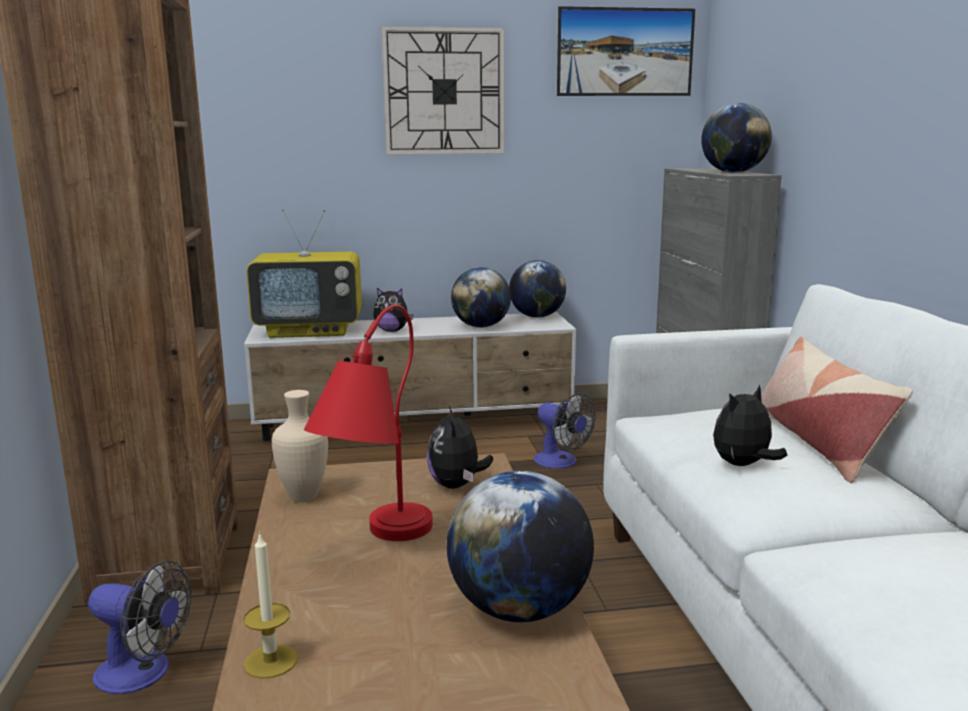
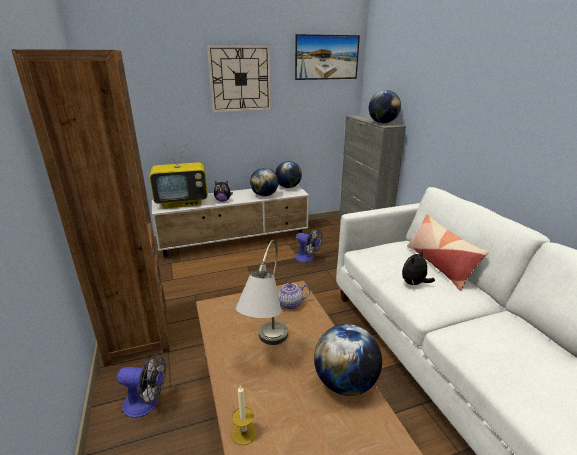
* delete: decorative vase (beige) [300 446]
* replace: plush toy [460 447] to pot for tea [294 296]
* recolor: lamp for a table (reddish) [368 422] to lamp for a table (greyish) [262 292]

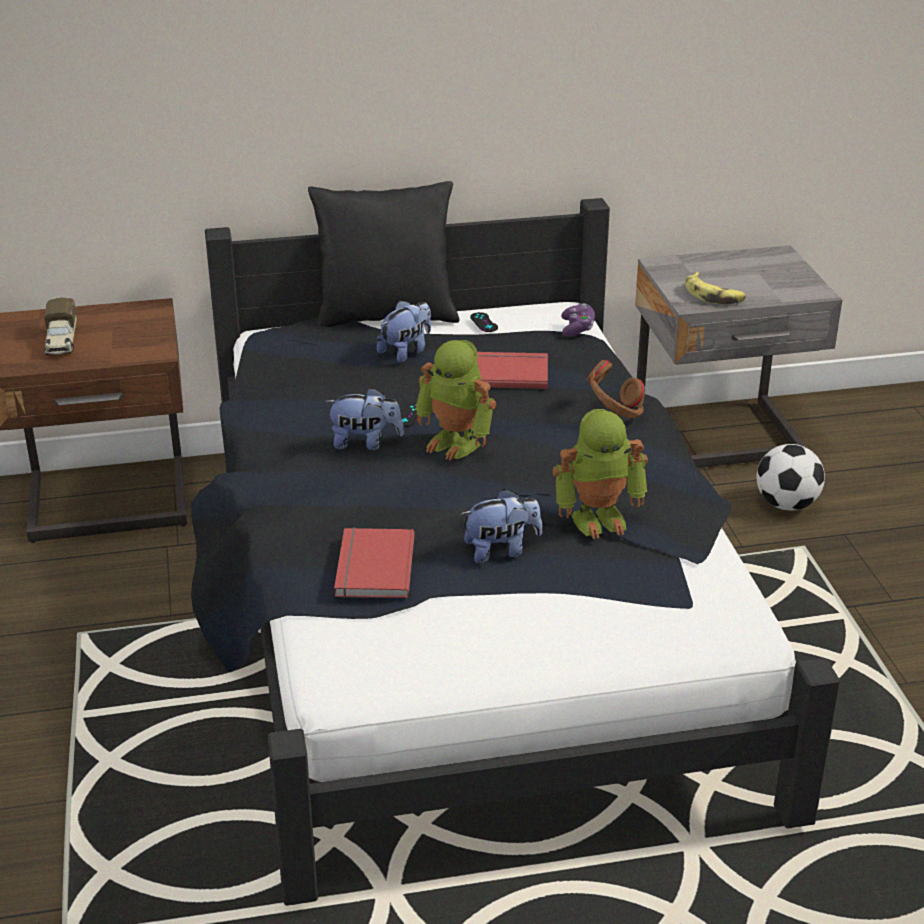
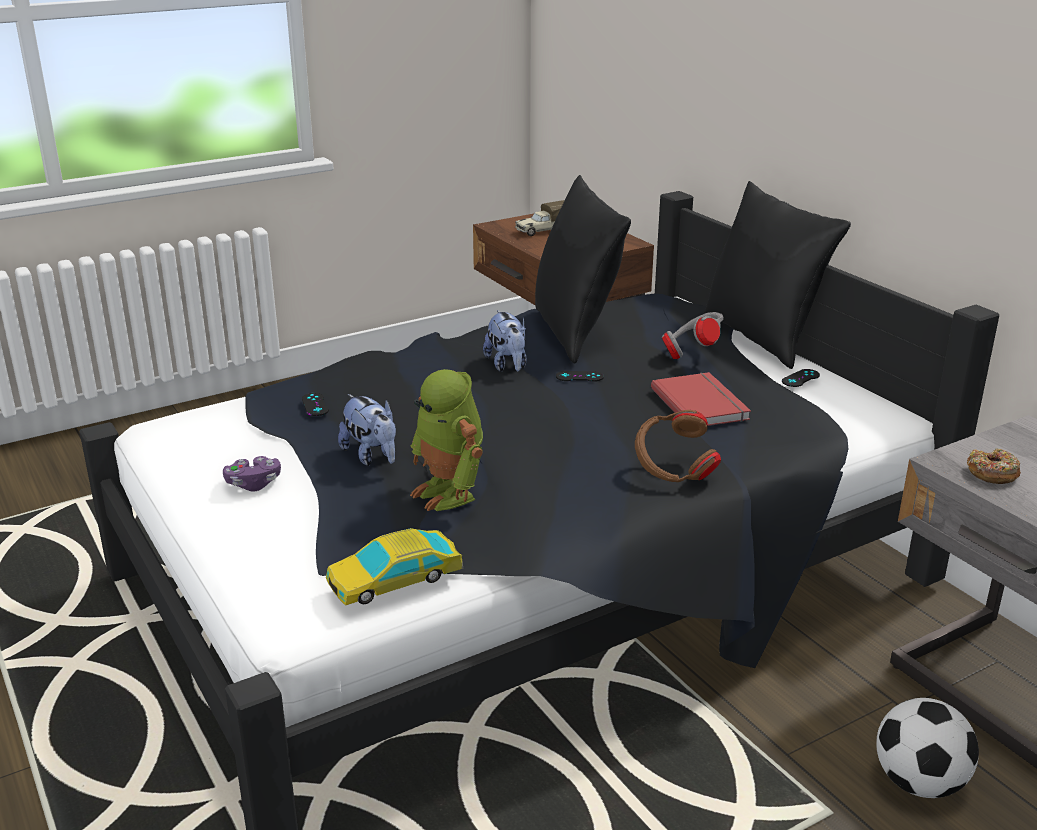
* delete: toy robot [455 400]
* insert: toy car [394 567]
* insert: cushion (black-coloured) [583 269]
* move: game controller (purple) [578 320] to [252 473]
* replace: volume (reddish) [374 563] to game controller (black-coloured) [315 404]
* replace: plush toy [404 332] to headset (greyish) [693 335]
* replace: banana fruit [715 288] to ring doughnut [994 466]

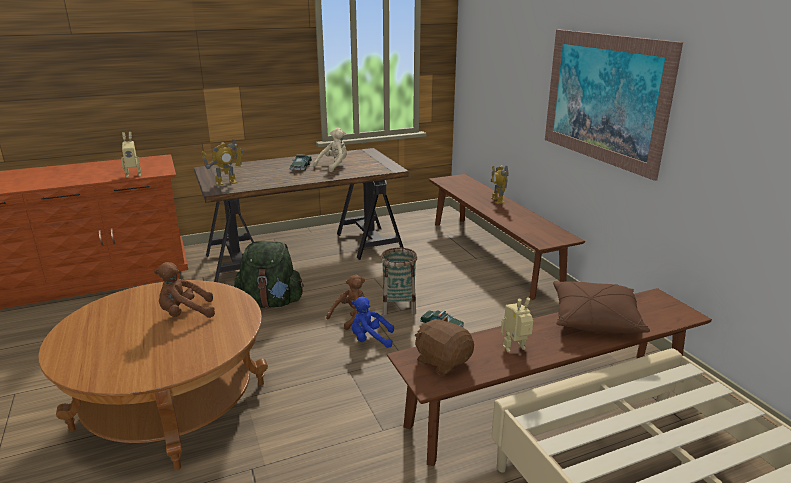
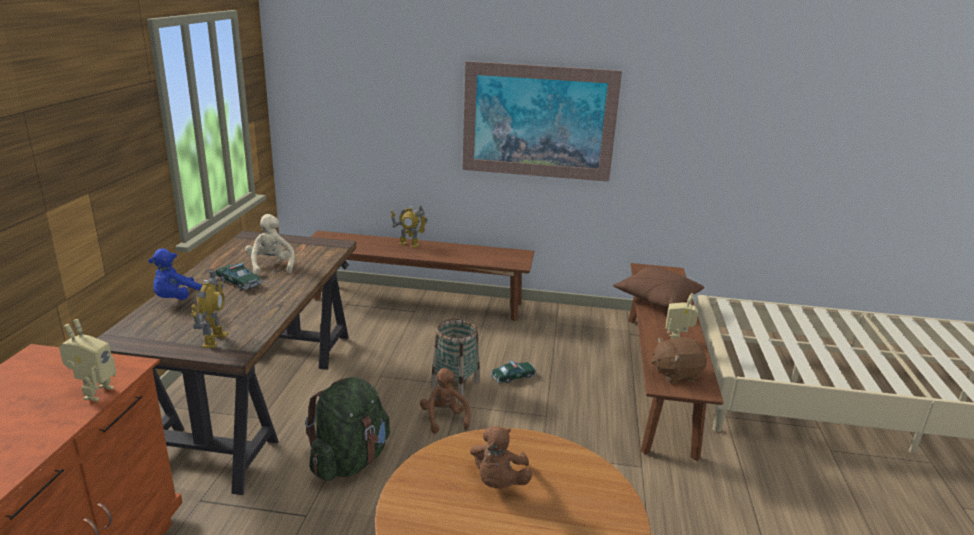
* move: plush toy (blue) [373 322] to [175 274]

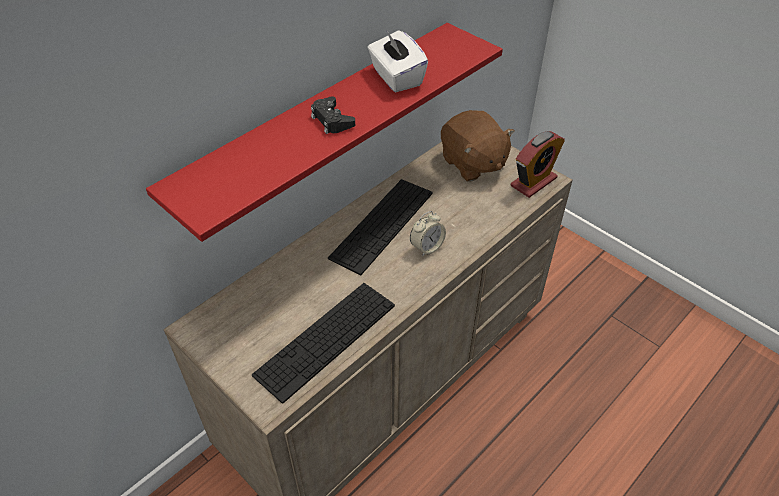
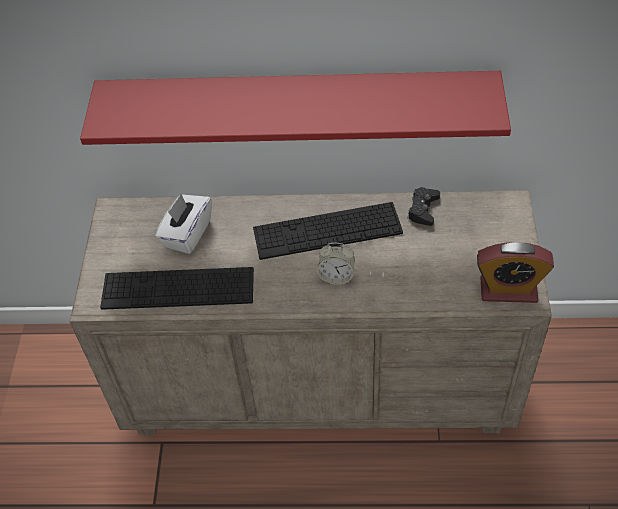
* delete: plush toy (brownish) [478 145]
* move: game controller (black-coloured) [333 115] to [423 206]
* move: tissue box (whitish) [398 61] to [183 224]

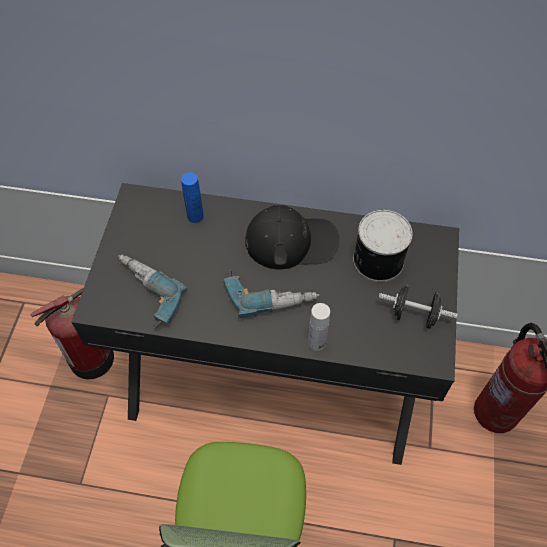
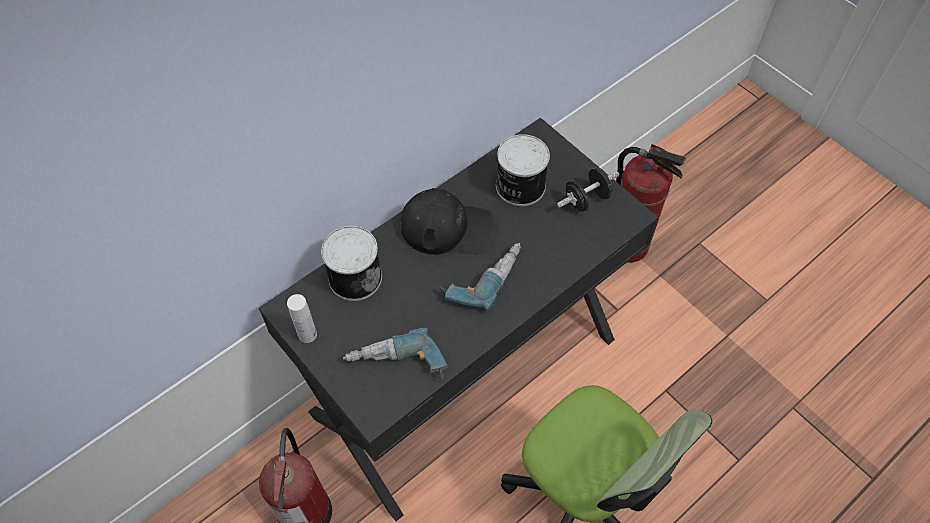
* move: beverage bottle (whitish) [319 327] to [302 318]
* replace: beverage bottle (blue) [192 197] to can [351 263]
* rotate: peaked cap (black-coloured) [292 237] = [448 221] 60 degrees clockwise

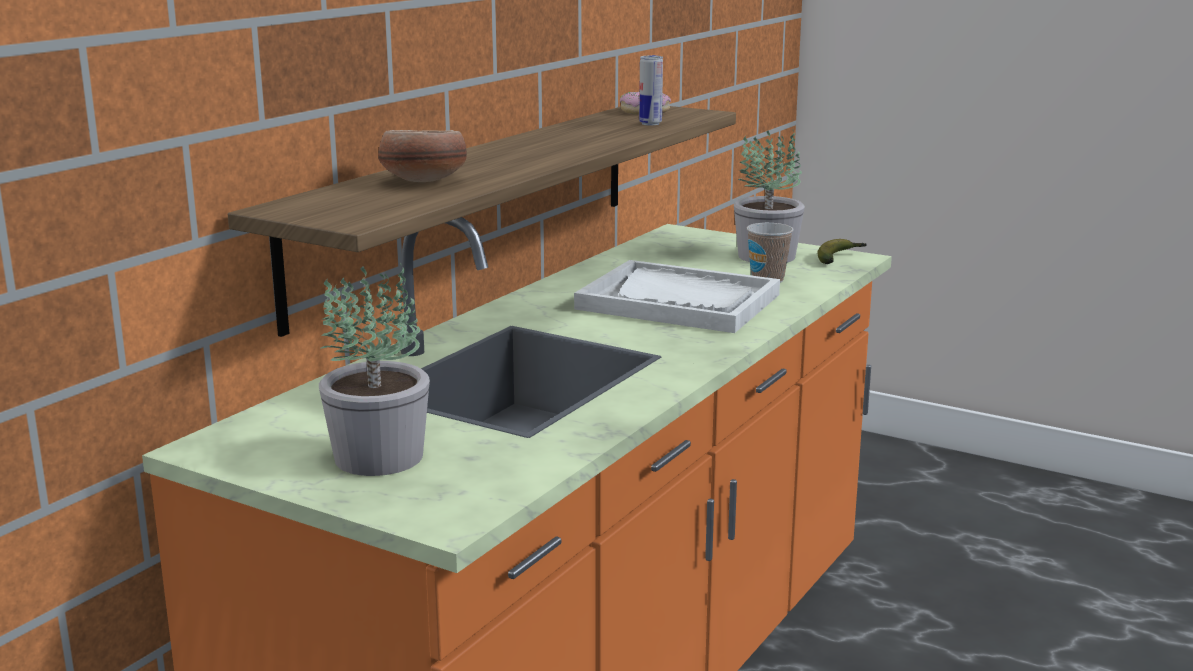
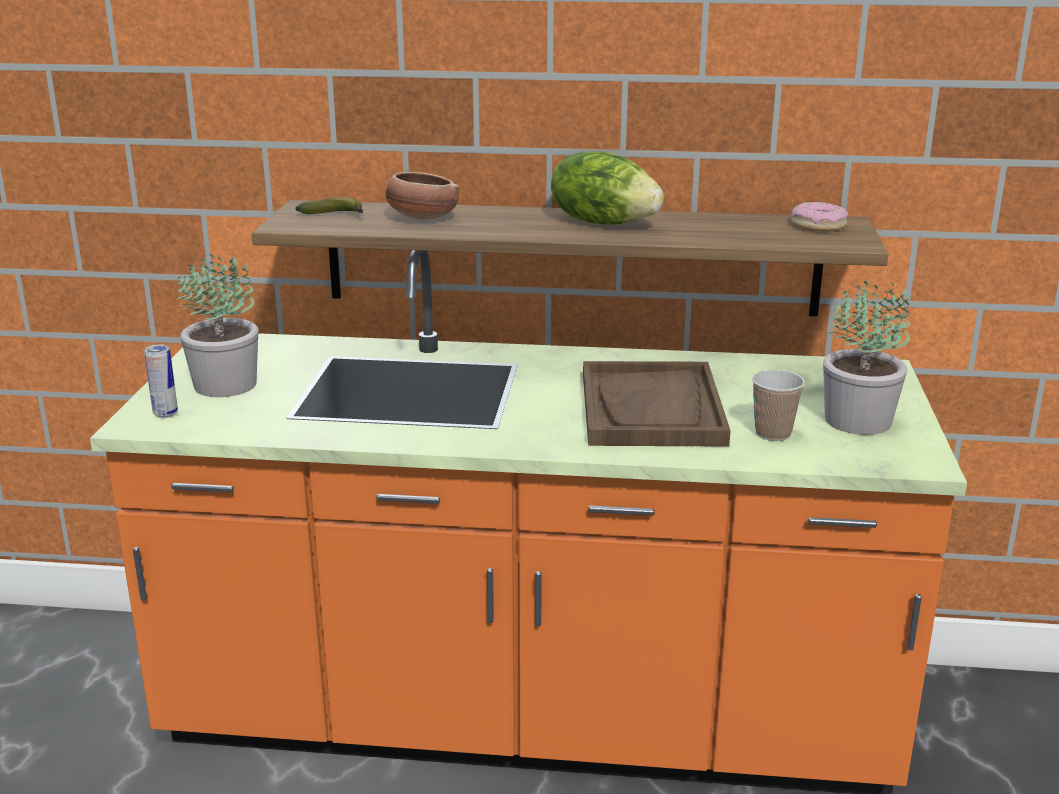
* insert: lettuce [607 188]
* move: can [651 90] to [161 381]
* move: banana fruit [842 251] to [329 205]
* recolor: tray (whitish) [677 296] to tray (brownish) [657 403]

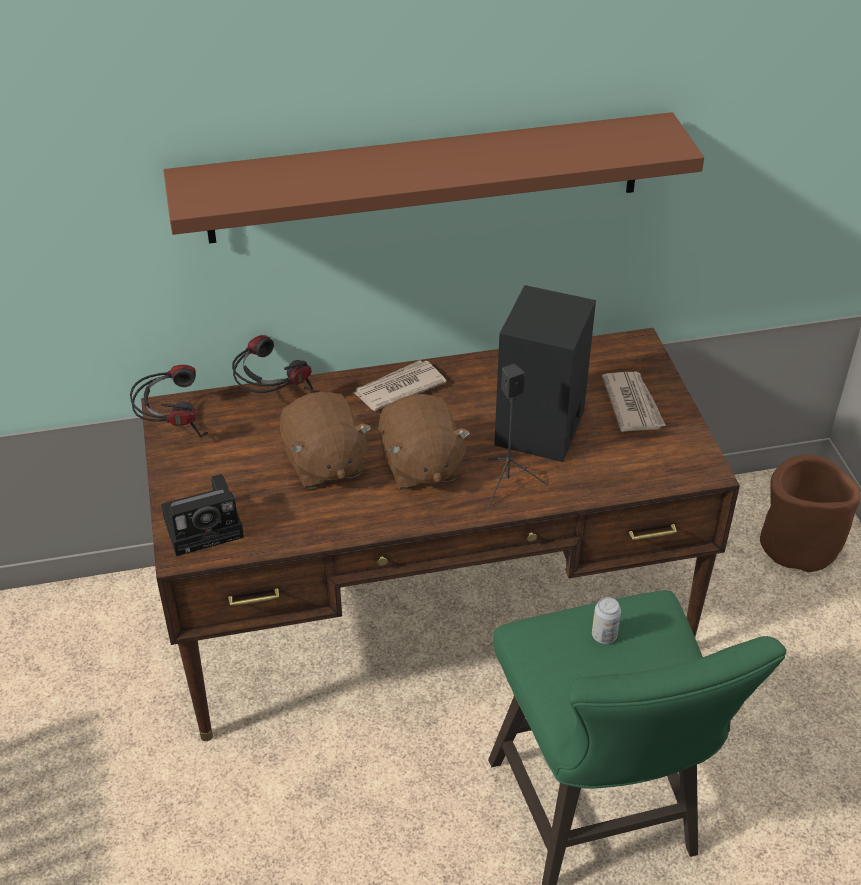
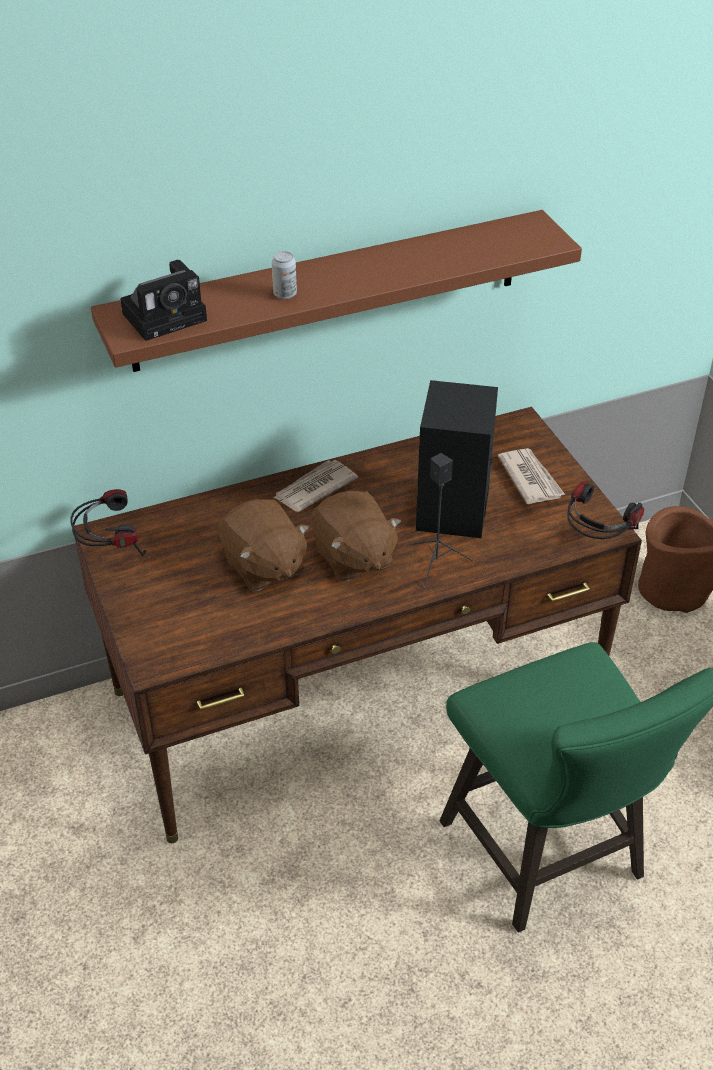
* move: photo camera [202 515] to [163 300]
* move: headset [272 364] to [605 510]
* move: can [606 620] to [284 275]

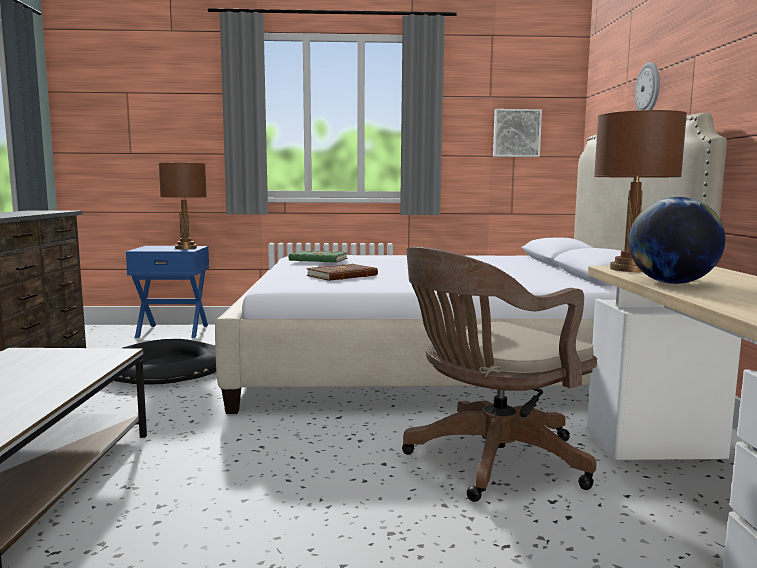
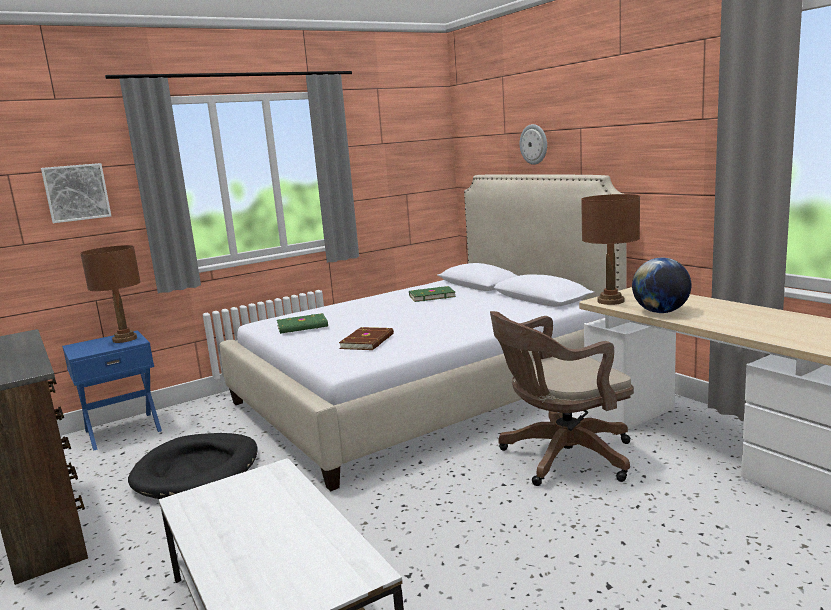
* insert: volume (green-coloured) [432 294]
* move: wall picture [517 133] to [76 193]
* rotate: desk chair (brownish) [499 374] = [562 398] 45 degrees clockwise

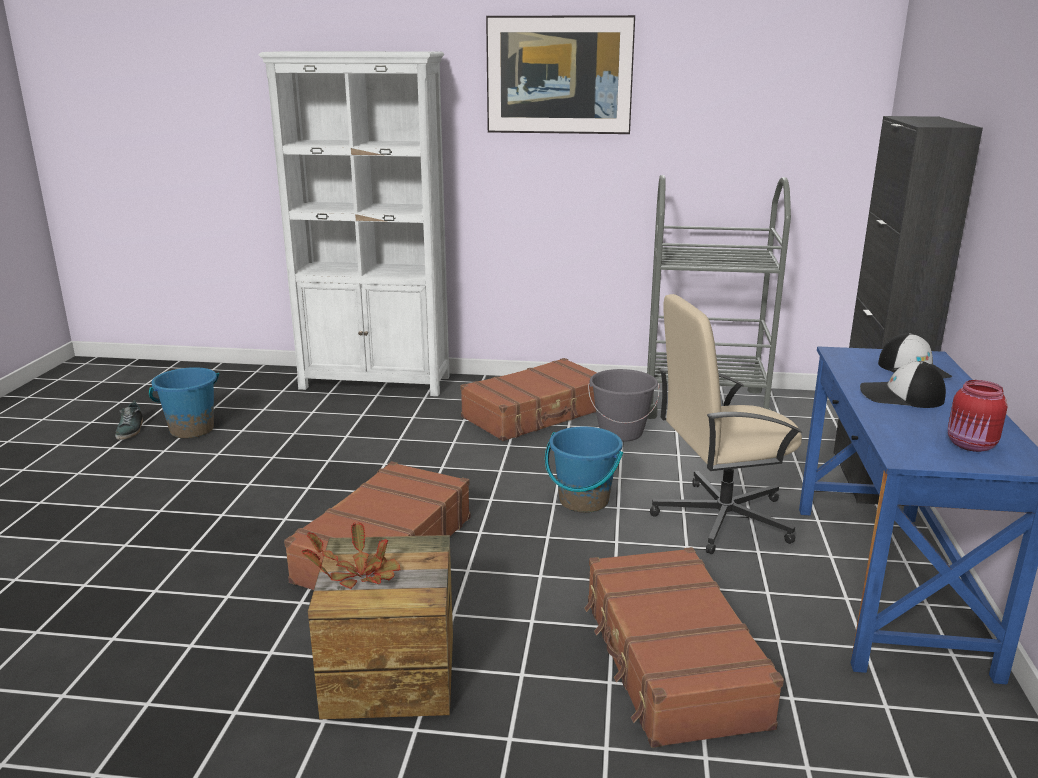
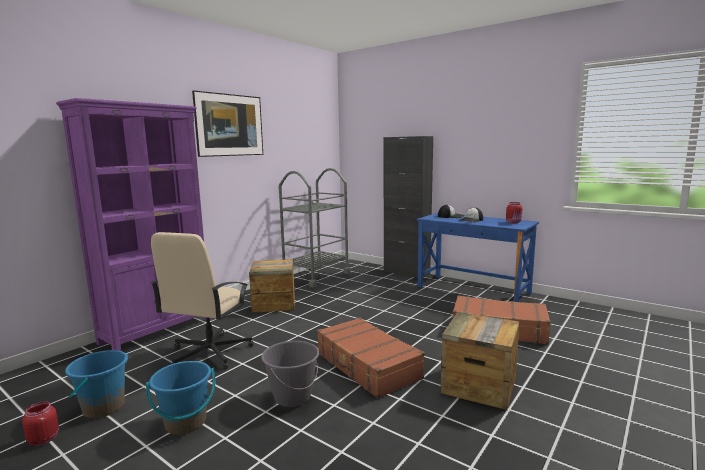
* delete: potted plant [351 555]
* move: water bucket (blue) [584 470] to [181 397]
* move: water bucket (greyish) [623 405] to [290 374]
* move: desk chair (beige) [726 424] to [202 300]
* replace: shoe [129 420] to preserve jar (reddish) [40 423]
* replace: piece of luggage (brownish) [528 399] to shipping crate [272 286]
* recolor: shelving unit (whitish) [354 223] to shelving unit (purple) [134 224]

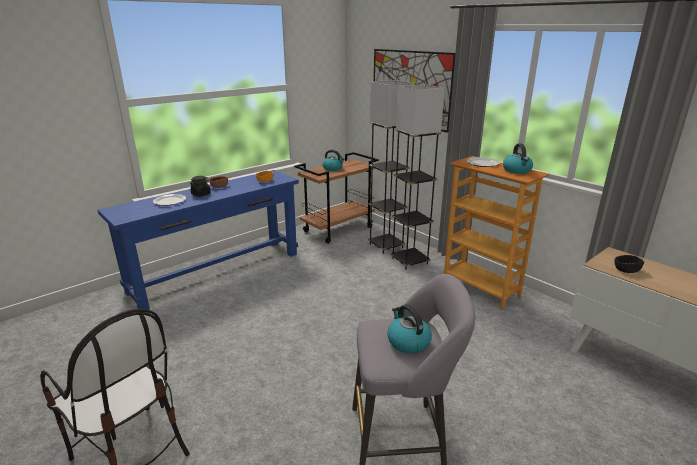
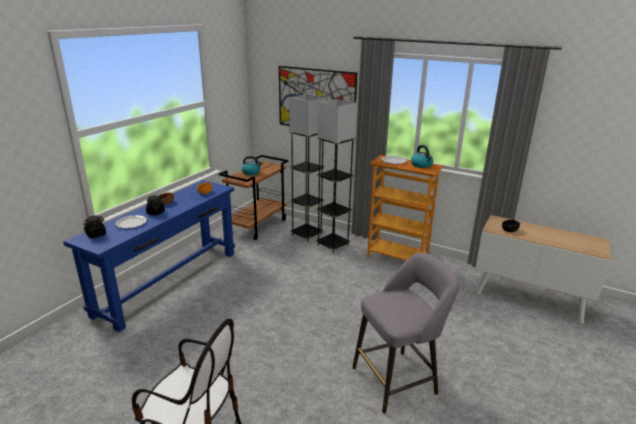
* delete: kettle [409 329]
* insert: preserve jar (black-coloured) [94 227]

